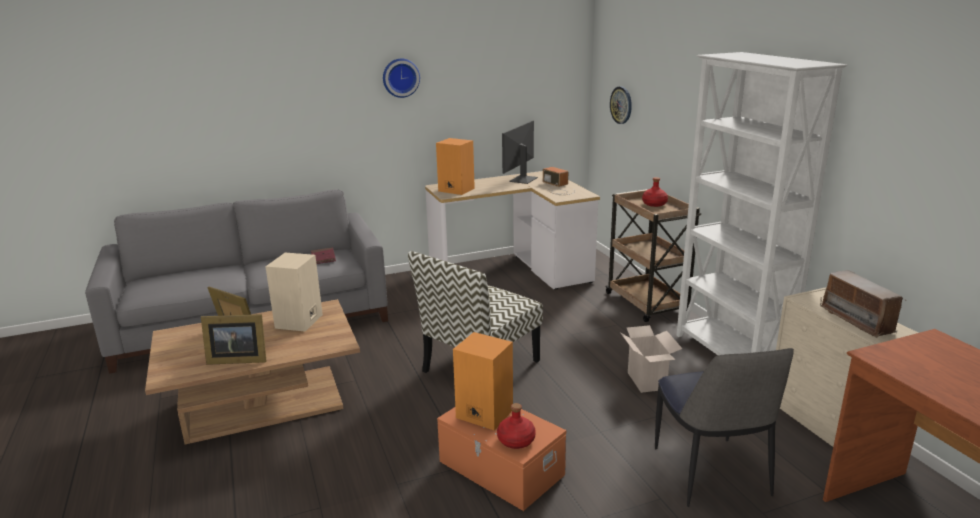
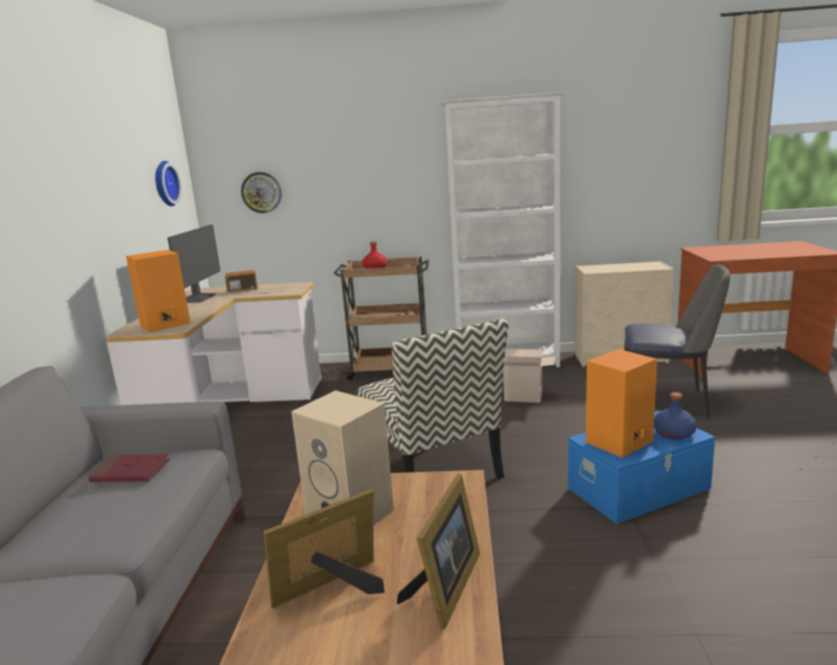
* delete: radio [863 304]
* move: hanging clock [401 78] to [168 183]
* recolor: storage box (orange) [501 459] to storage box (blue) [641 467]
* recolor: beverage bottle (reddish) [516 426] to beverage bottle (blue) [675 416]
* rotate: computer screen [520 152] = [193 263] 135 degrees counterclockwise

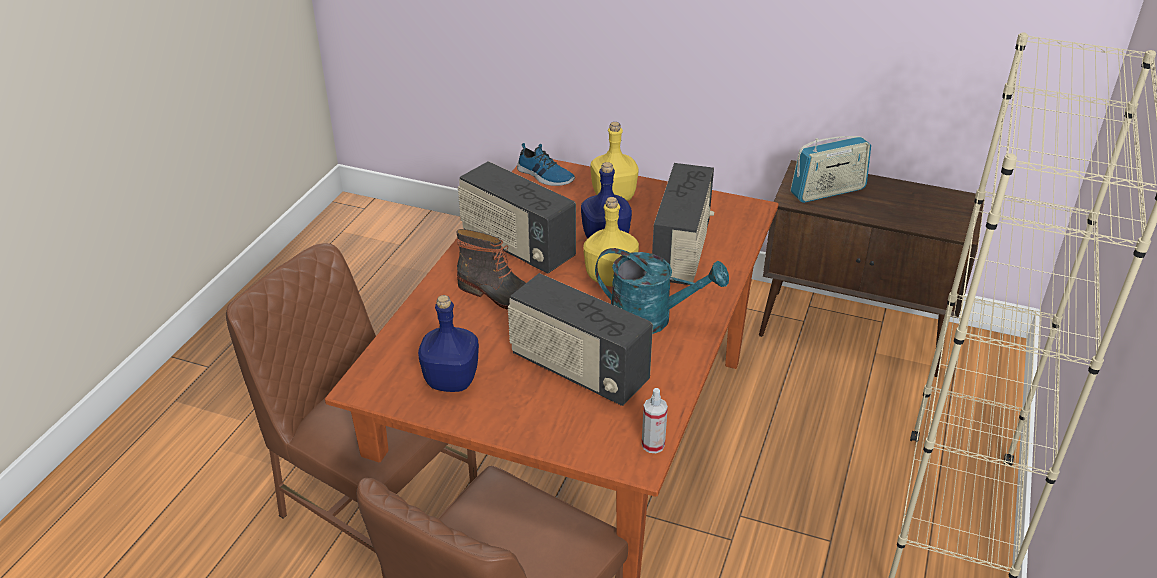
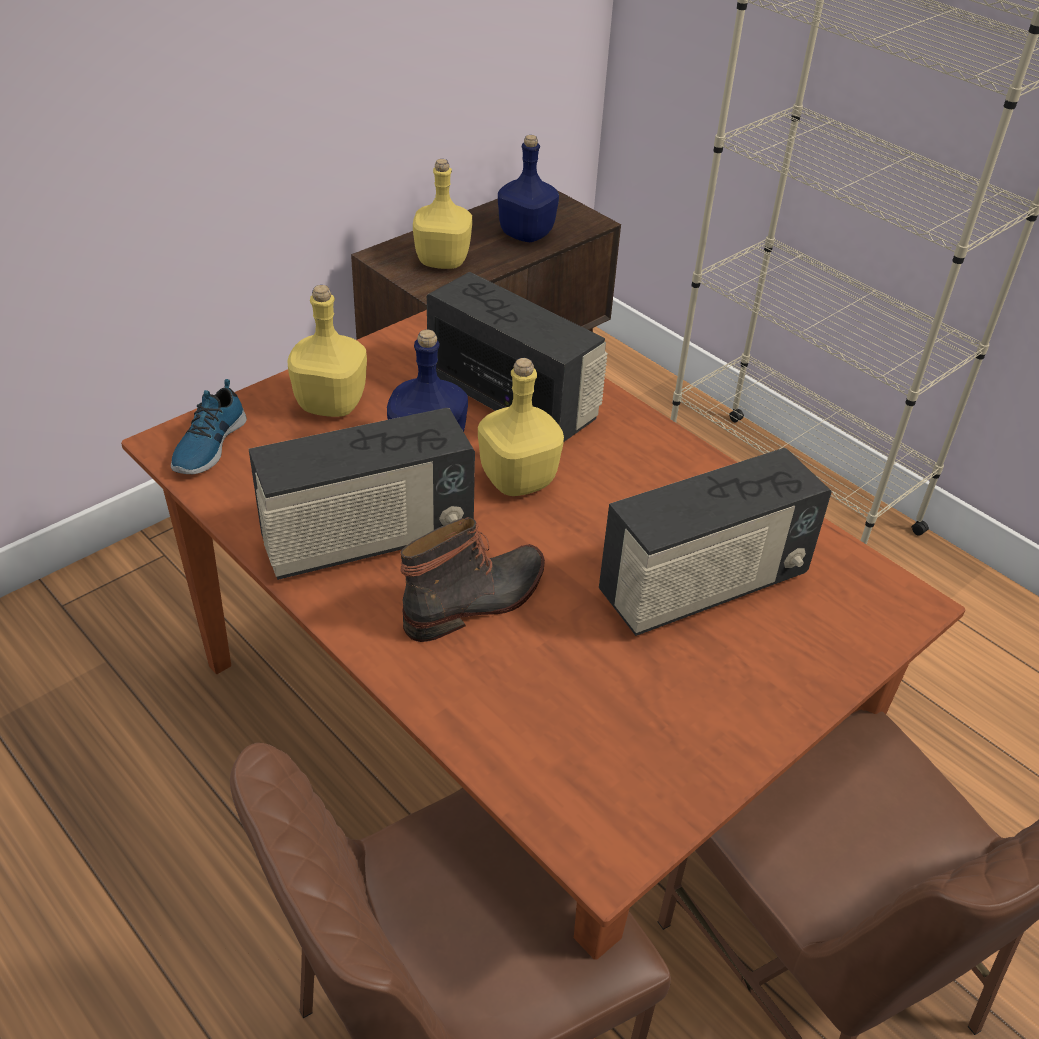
* delete: sprinkling can (turquoise-coloured) [662 291]
* delete: hand sprayer [655 420]
* move: beverage bottle (blue) [448 343] to [528 188]
* replace: radio [830 169] to beverage bottle (yellow) [442 214]
* rotate: shoe [546 164] = [209 426] 135 degrees clockwise

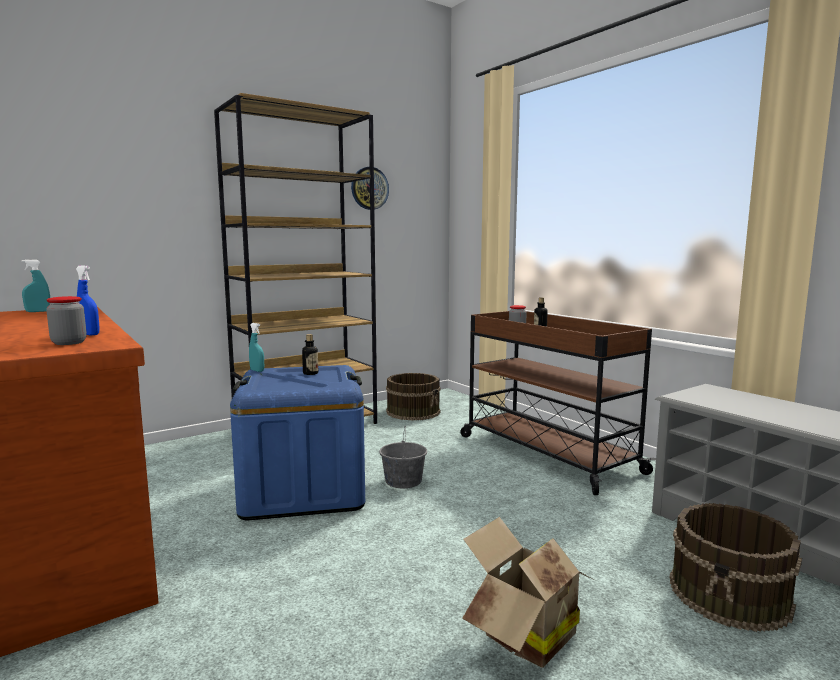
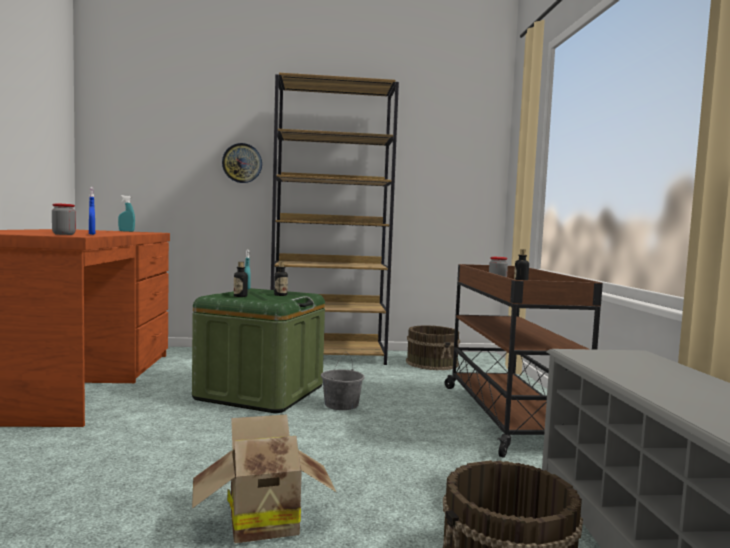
* insert: beverage bottle [241 279]
* move: hanging clock [370 188] to [242 163]
* recolor: storage box (blue) [297 442] to storage box (green-coloured) [258 350]

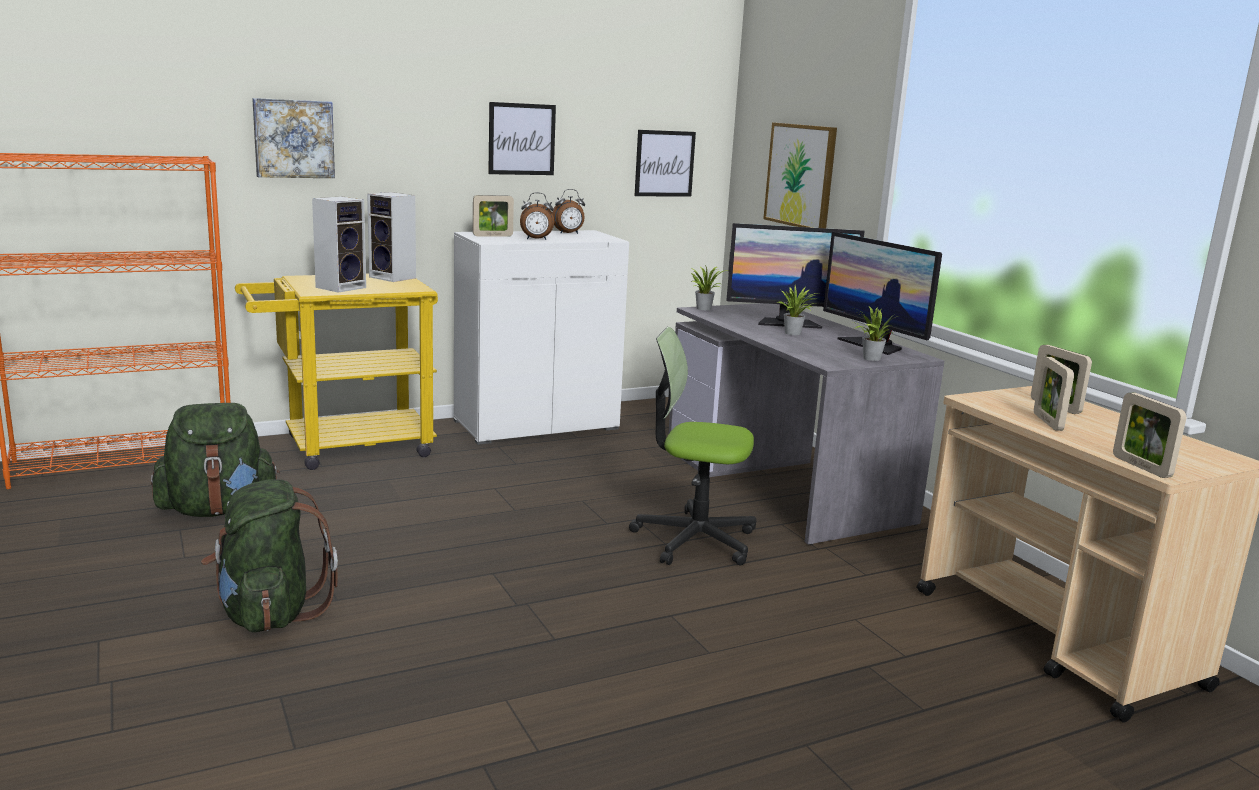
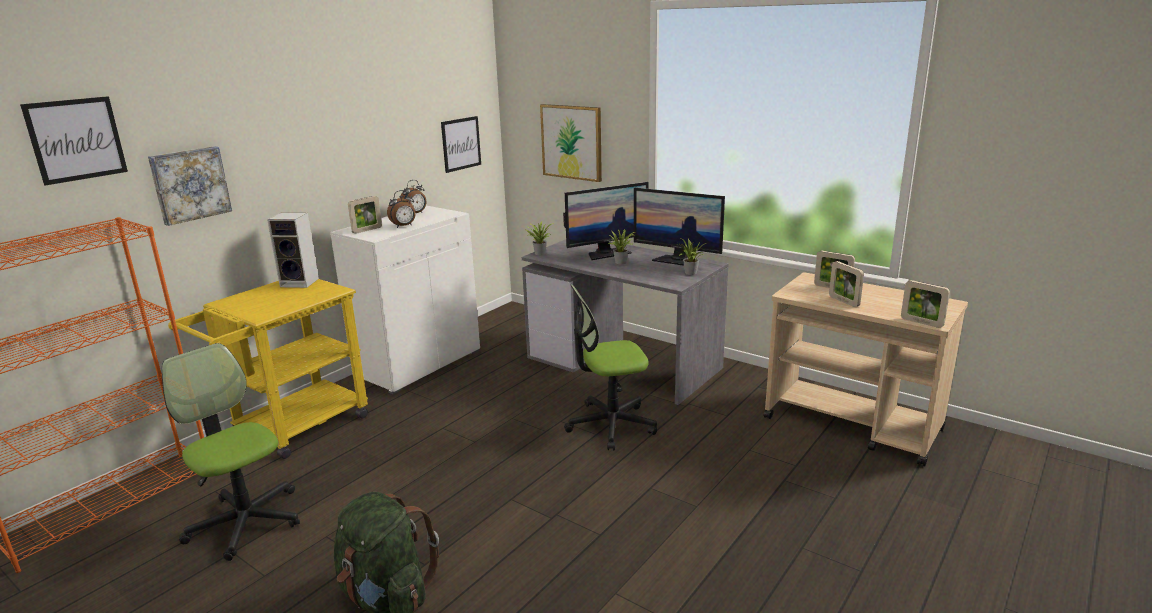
* delete: loudspeaker [339 244]
* move: wall picture [522 138] to [74 140]
* replace: rucksack (green-coloured) [215 460] to desk chair [231 452]

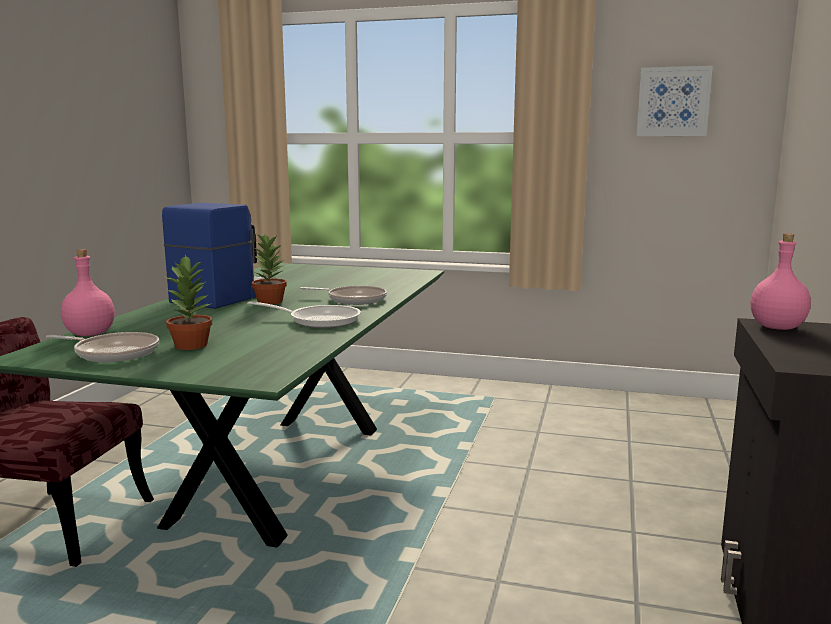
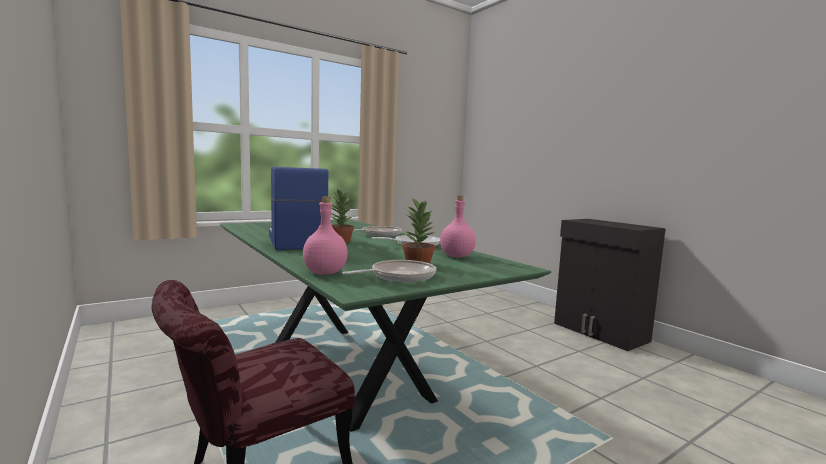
* delete: wall picture [675 101]
* move: beverage bottle (pink-coloured) [780 282] to [458 227]

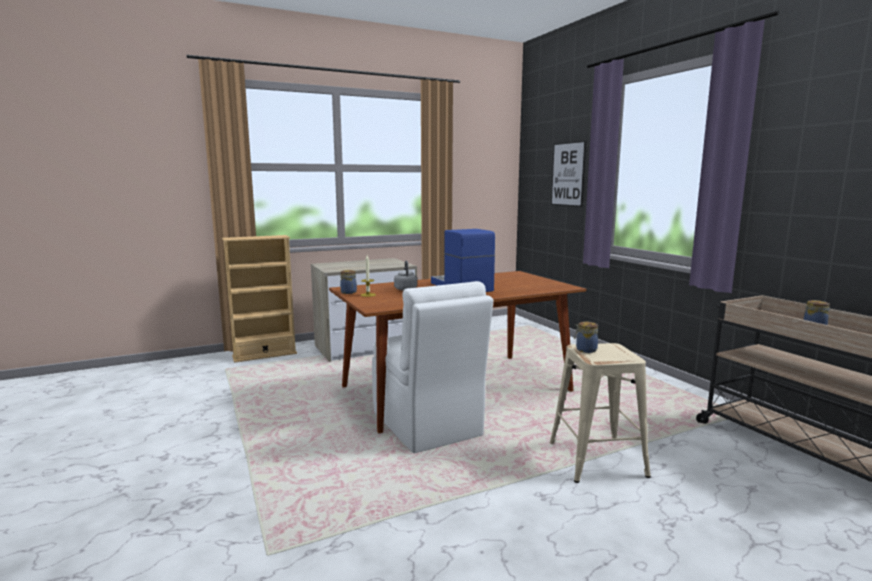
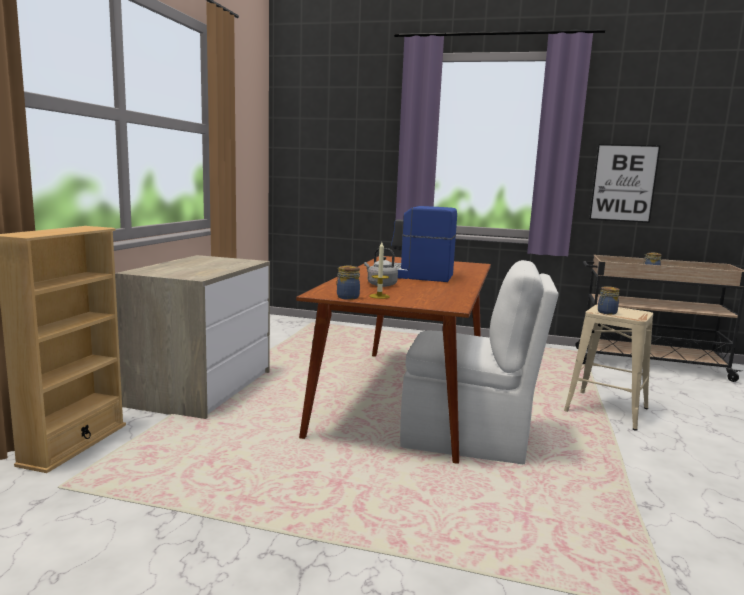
* move: wall picture [568 174] to [624 183]

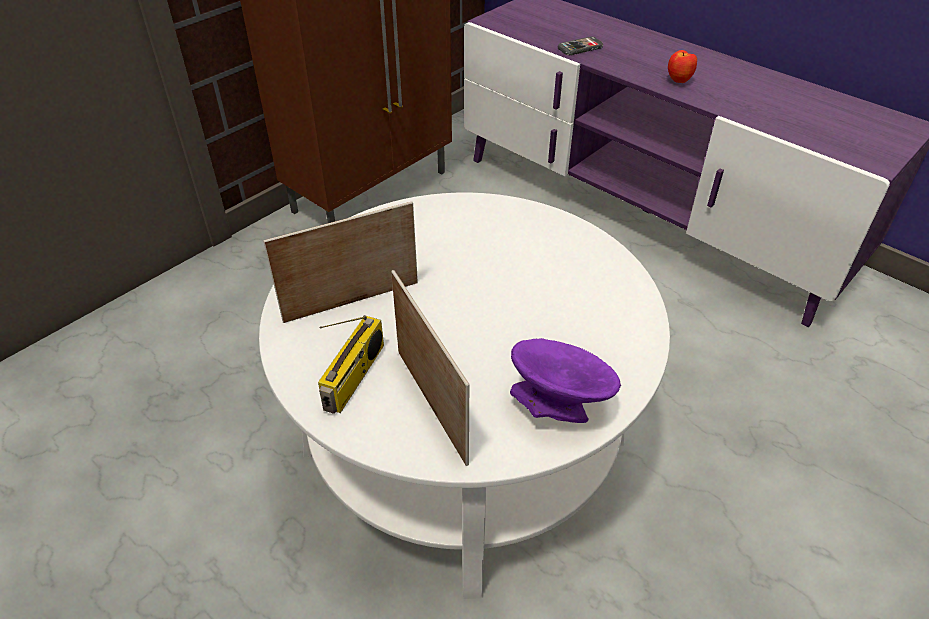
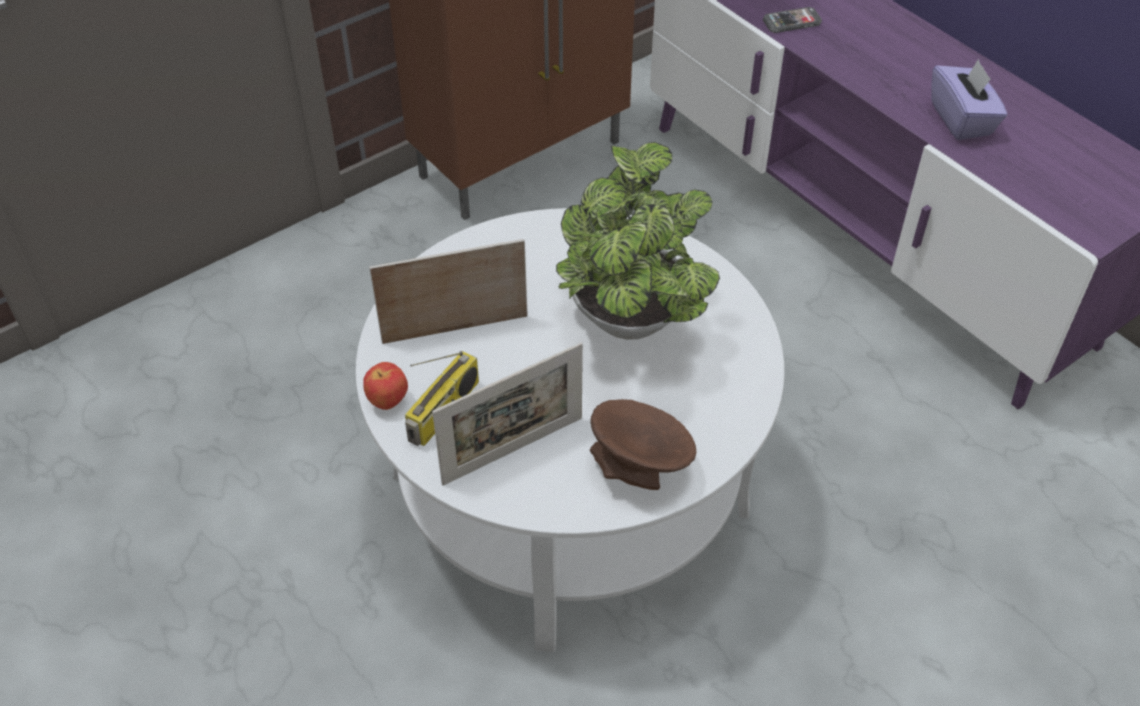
* insert: potted plant [638 241]
* insert: tissue box (purple) [969 99]
* move: apple [682 66] to [385 386]
* recolor: deep dish (purple) [565 380] to deep dish (brownish) [643 444]
* rotate: standing frame [430 368] = [507 414] 75 degrees clockwise

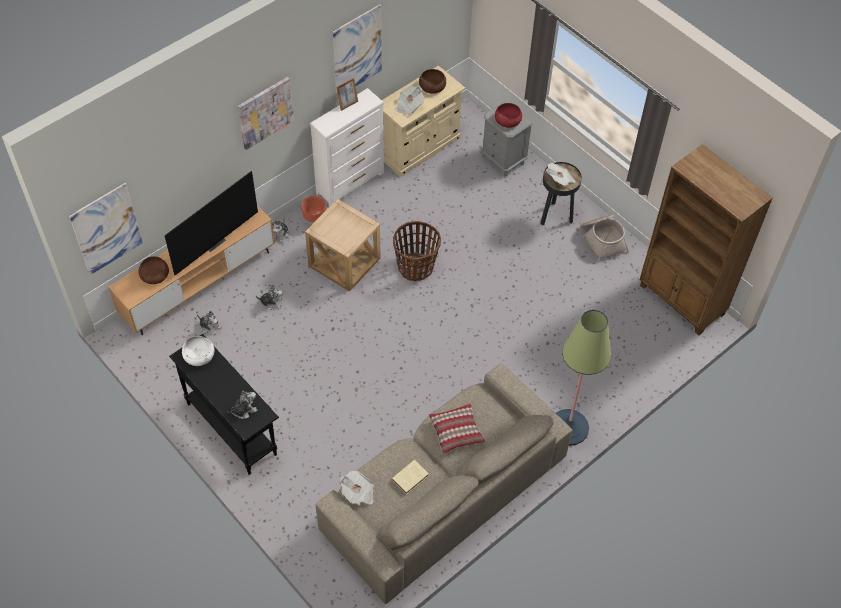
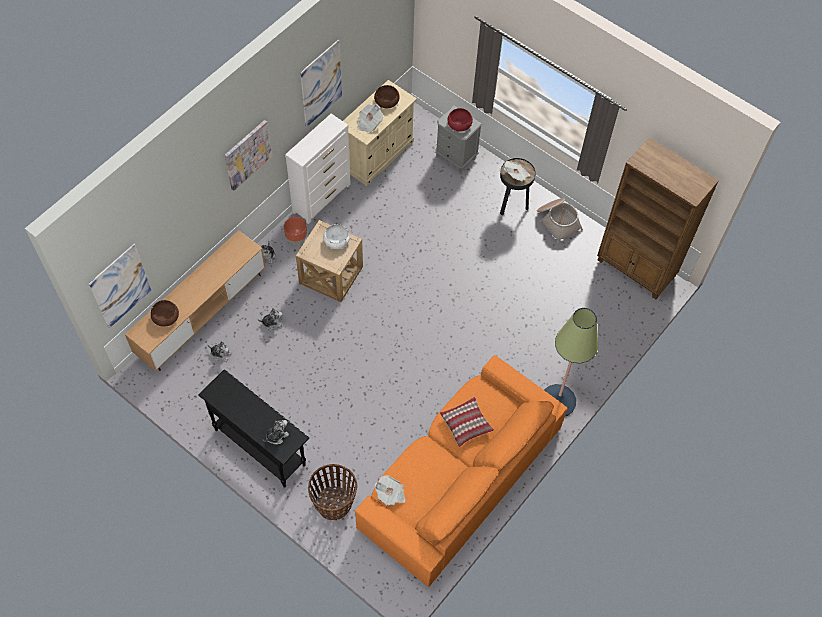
* delete: TV [211 223]
* delete: standing frame [347 94]
* delete: volume (beige) [410 477]
* move: deep dish (whitish) [198 351] to [336 236]
* move: household basket [417 251] to [332 492]
* recolor: settee (beige) [444 483] to settee (orange) [461 471]

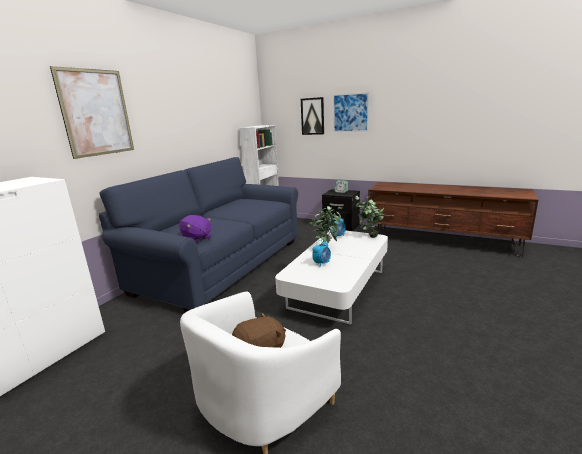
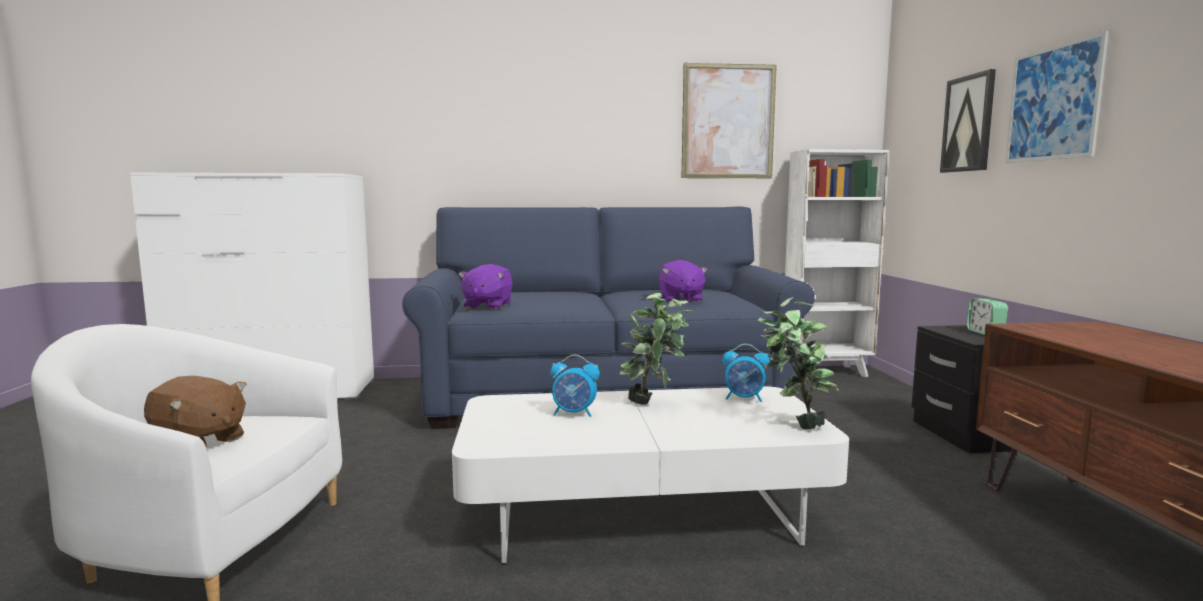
* insert: plush toy (purple) [683 281]
* move: wall picture [92 112] to [729 120]

